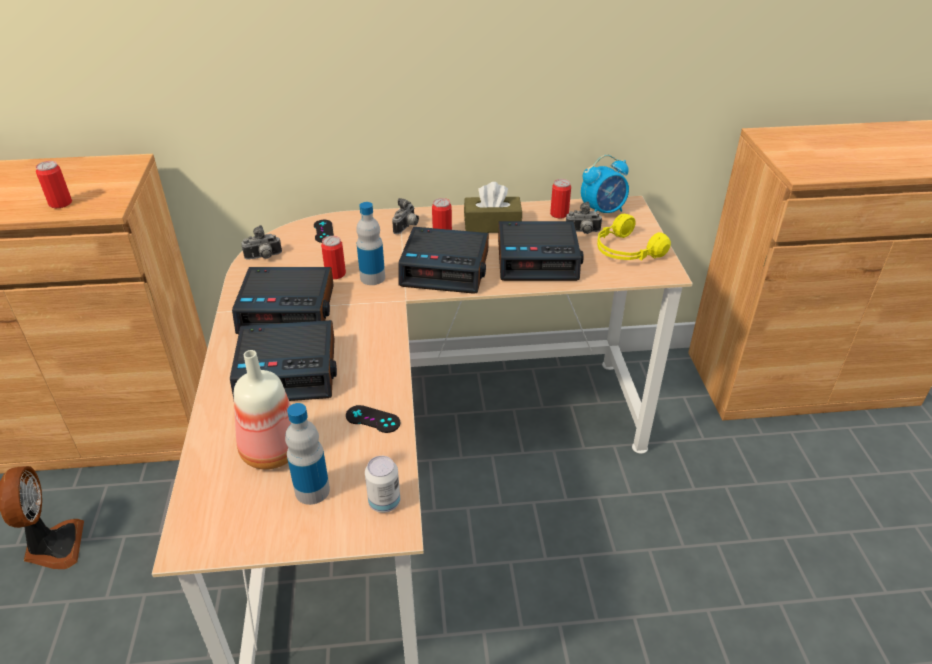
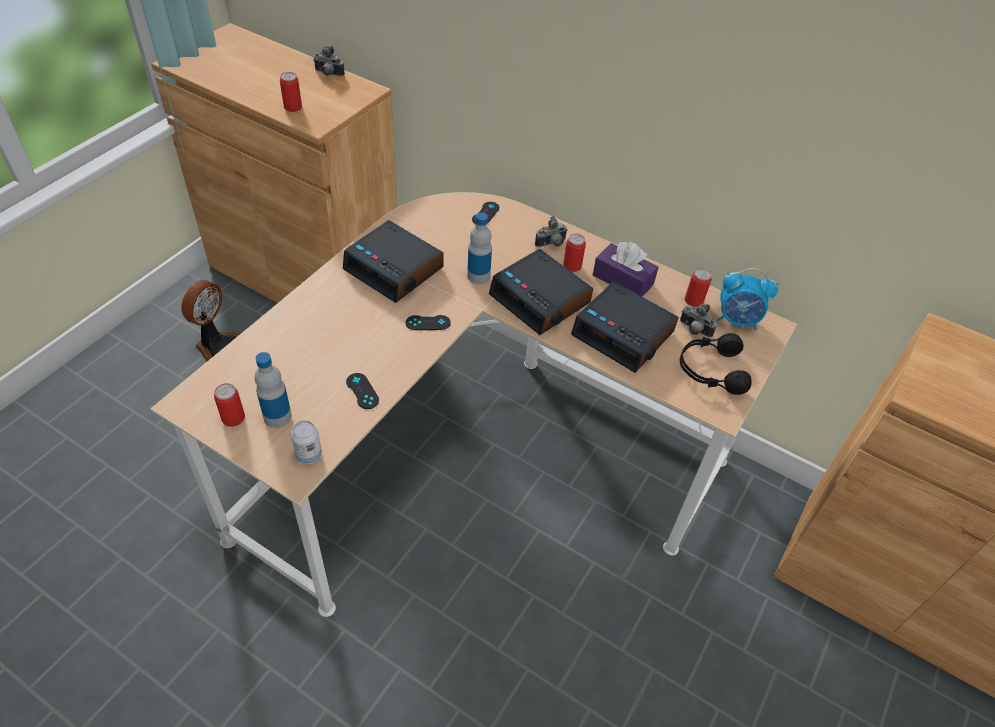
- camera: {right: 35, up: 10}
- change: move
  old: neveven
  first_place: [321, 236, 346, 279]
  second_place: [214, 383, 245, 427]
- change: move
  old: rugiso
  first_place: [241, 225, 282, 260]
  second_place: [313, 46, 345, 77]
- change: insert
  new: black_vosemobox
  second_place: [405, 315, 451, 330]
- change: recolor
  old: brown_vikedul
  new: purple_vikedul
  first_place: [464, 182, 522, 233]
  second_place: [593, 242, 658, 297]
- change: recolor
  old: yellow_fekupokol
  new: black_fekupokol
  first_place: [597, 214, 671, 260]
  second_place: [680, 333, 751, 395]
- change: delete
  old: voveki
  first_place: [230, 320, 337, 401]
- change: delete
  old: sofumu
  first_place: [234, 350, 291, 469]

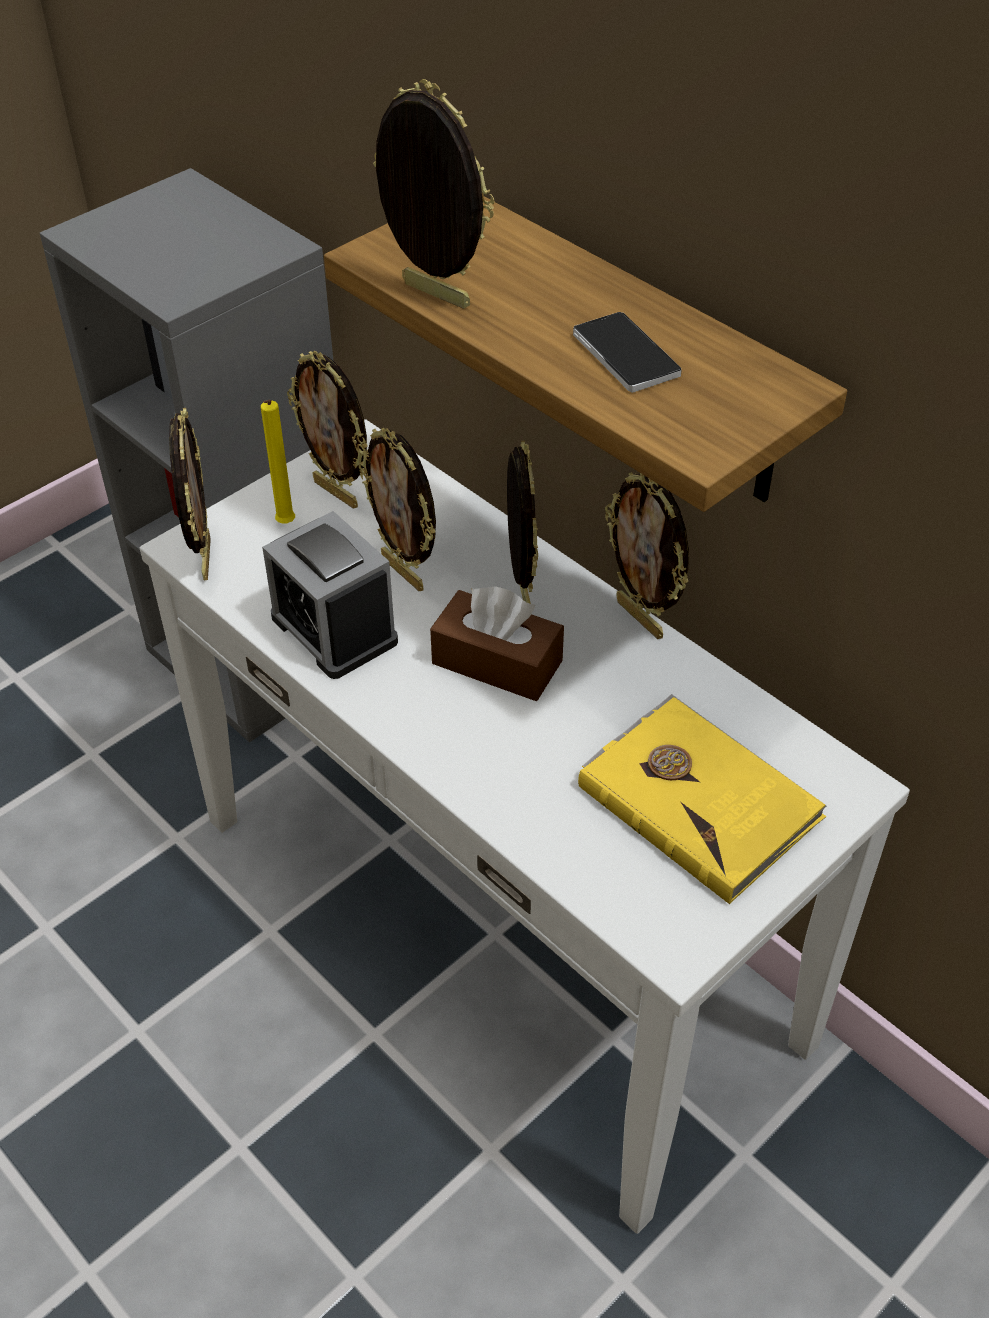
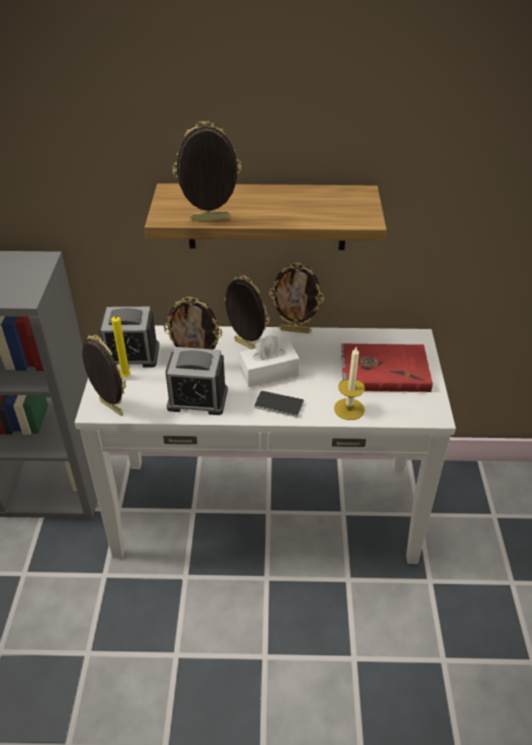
- camera: {right: -45, up: -5}
- change: replace
  old: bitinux
  new: voveki
  first_place: [287, 351, 367, 509]
  second_place: [99, 307, 159, 368]
- change: recolor
  old: brown_vikedul
  new: white_vikedul
  first_place: [430, 586, 564, 701]
  second_place: [239, 335, 300, 387]
- change: move
  old: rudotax
  first_place: [573, 312, 681, 393]
  second_place: [254, 391, 304, 417]
- change: insert
  new: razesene
  second_place: [334, 347, 365, 420]
- change: recolor
  old: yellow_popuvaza
  new: red_popuvaza
  first_place: [578, 694, 826, 904]
  second_place: [341, 343, 433, 392]

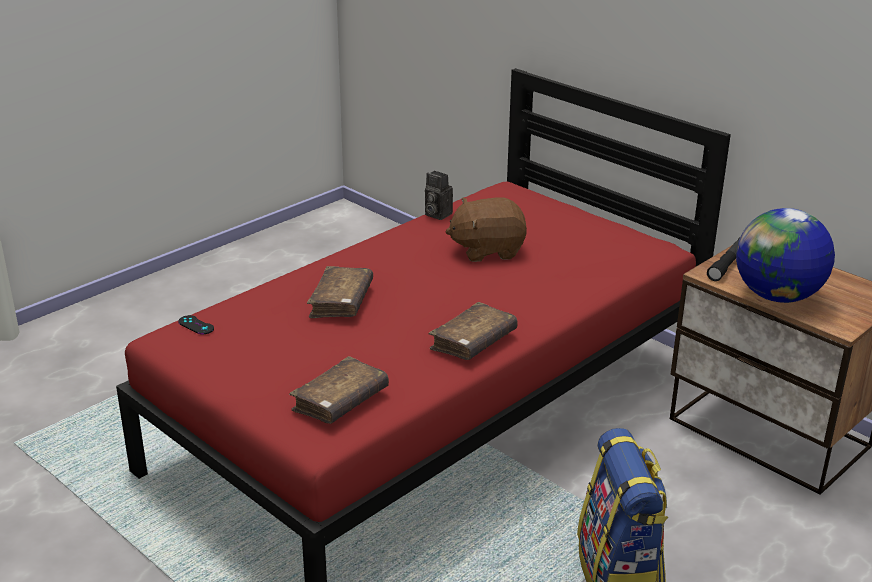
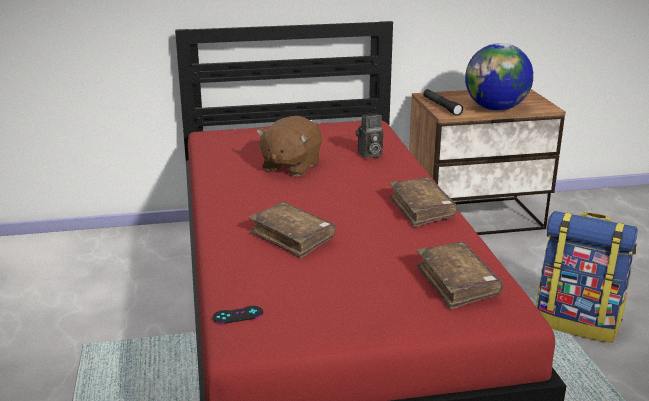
- camera: {right: -55, up: -5}
- change: move
  old: rugiso
  first_place: [425, 171, 453, 220]
  second_place: [356, 113, 383, 158]

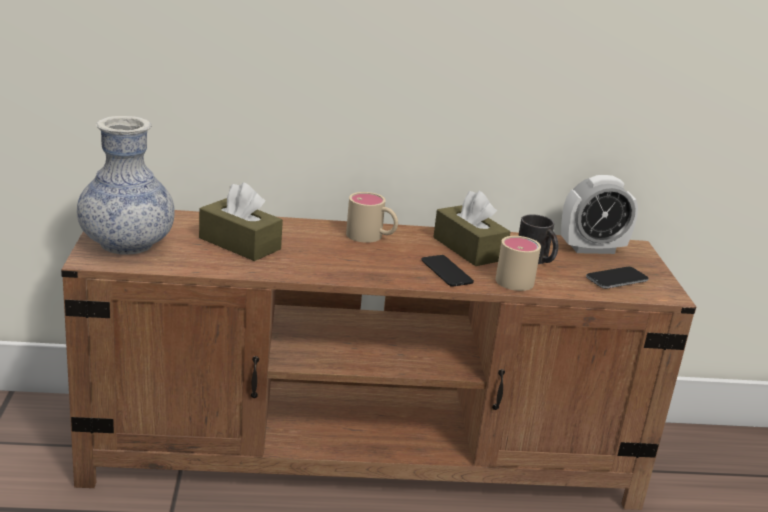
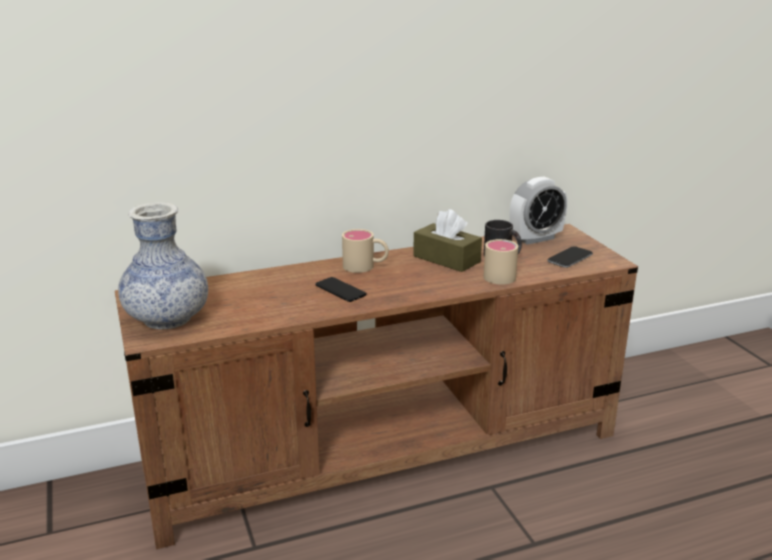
- camera: {right: -15, up: 0}
- change: move
  old: rudotax
  first_place: [421, 255, 474, 287]
  second_place: [316, 277, 367, 302]
- change: delete
  old: brown_vikedul
  first_place: [199, 182, 283, 261]

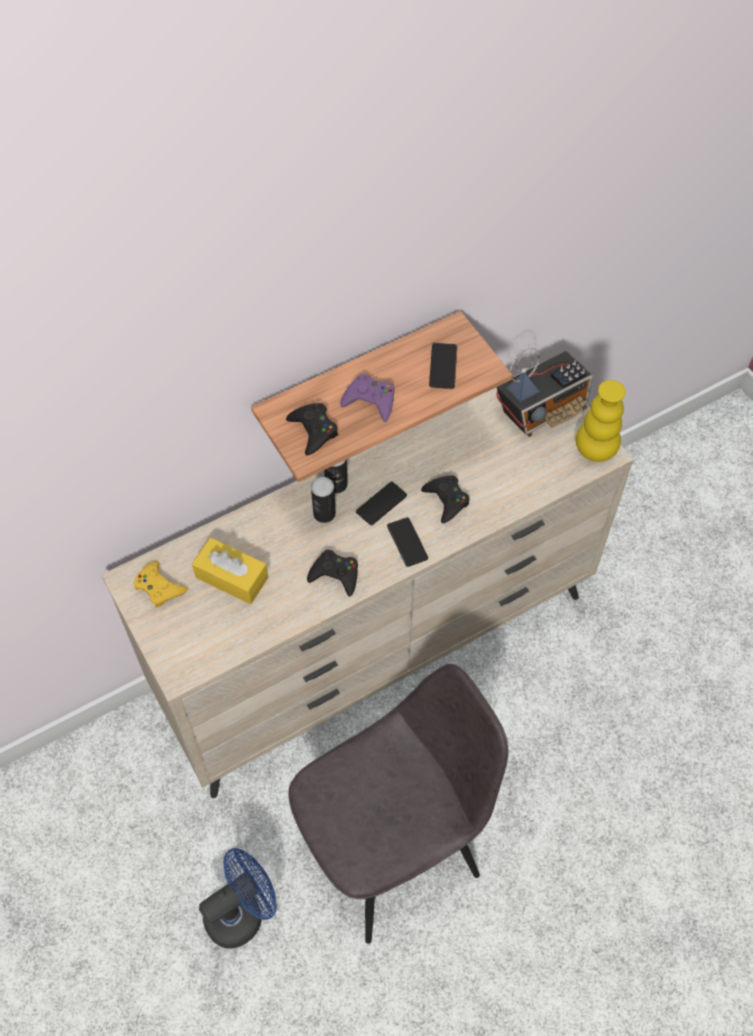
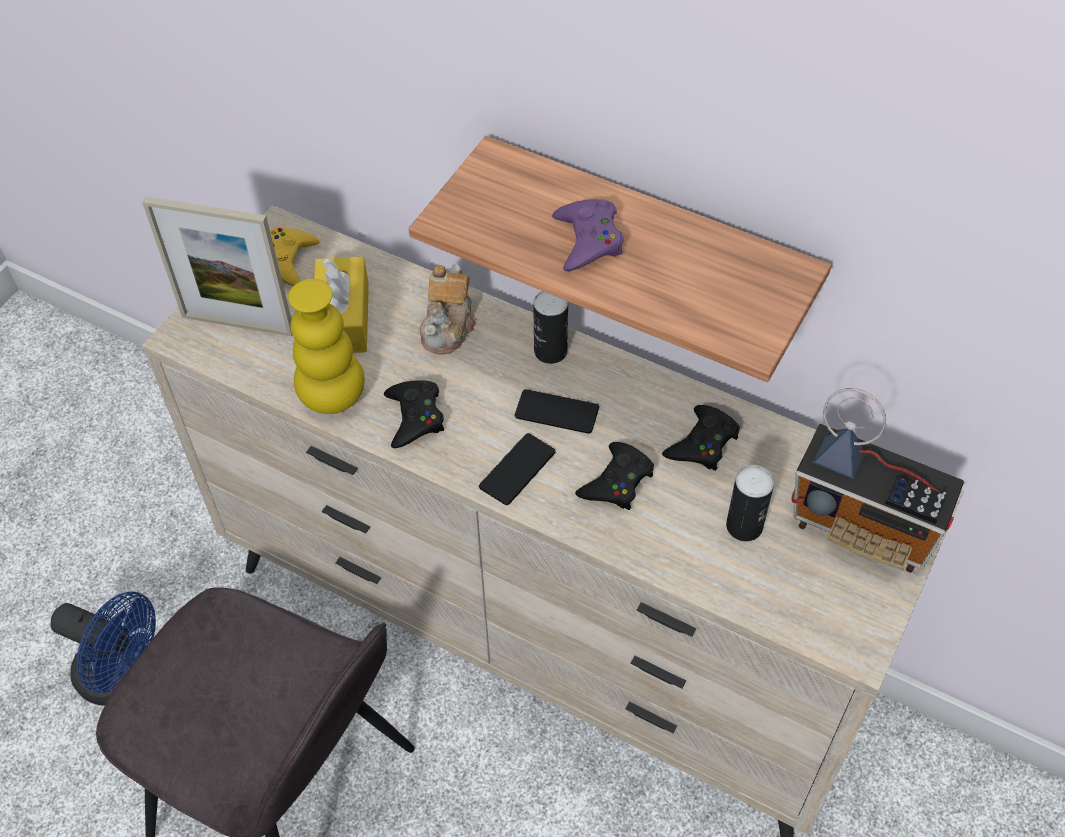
- camera: {right: 60, up: -5}
- change: insert
  new: bitinux
  second_place: [142, 196, 292, 336]
- change: move
  old: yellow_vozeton
  first_place: [576, 380, 626, 462]
  second_place: [288, 279, 365, 414]
- change: insert
  new: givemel
  second_place: [420, 264, 476, 355]
- change: move
  old: black_vosemobox
  first_place: [286, 403, 338, 455]
  second_place: [662, 405, 740, 471]
- change: move
  old: neveven
  first_place: [311, 477, 336, 523]
  second_place: [726, 465, 774, 541]
- change: delete
  old: rudotax
  first_place: [429, 343, 457, 389]

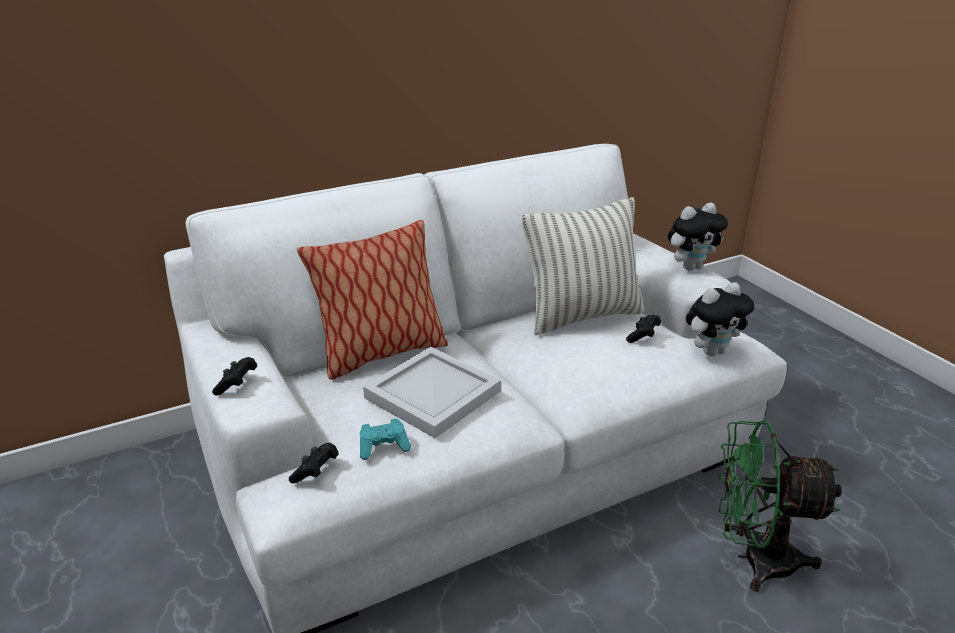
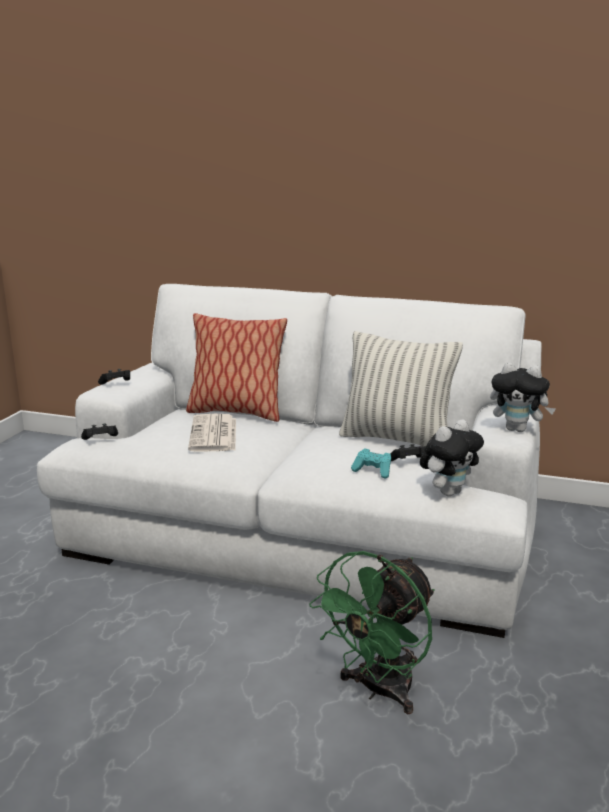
- camera: {right: 45, up: -10}
- change: replace
  old: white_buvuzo
  new: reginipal
  first_place: [363, 347, 501, 438]
  second_place: [188, 414, 236, 452]
- change: rotate
  old: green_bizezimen
  first_place: [718, 420, 842, 592]
  second_place: [309, 551, 435, 714]
  degrees: -105
- change: move
  old: turquoise_vosemobox
  first_place: [360, 418, 411, 460]
  second_place: [351, 448, 391, 478]
- change: rotate
  old: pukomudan
  first_place: [686, 282, 754, 356]
  second_place: [420, 420, 484, 496]
  degrees: -60

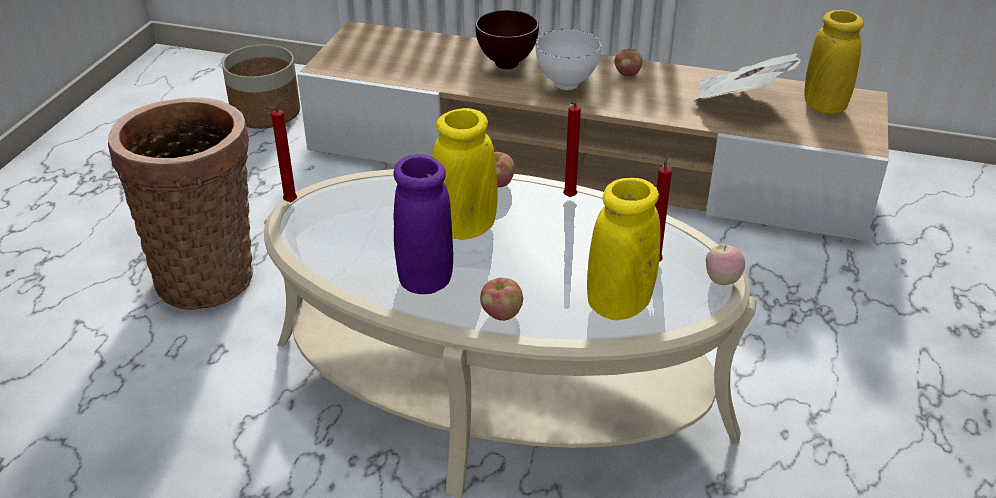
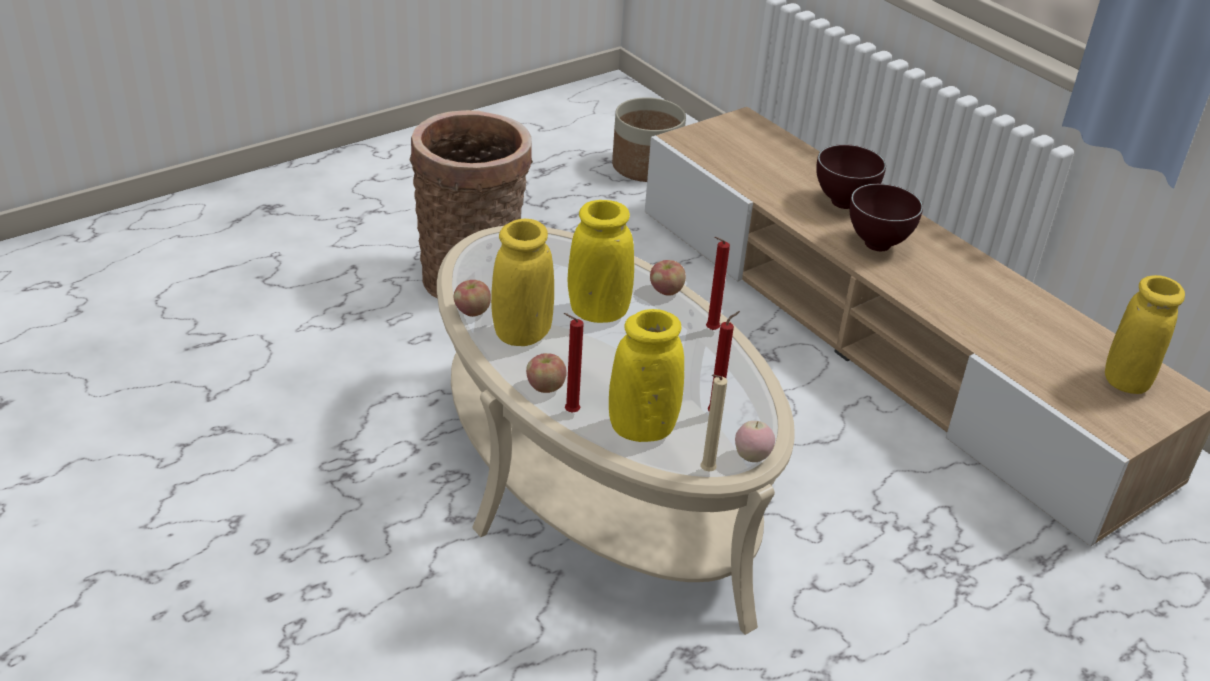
- camera: {right: 35, up: 0}
- change: move
  old: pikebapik
  first_place: [615, 49, 643, 76]
  second_place: [453, 280, 491, 317]
- change: recolor
  old: purple_vozeton
  new: yellow_vozeton
  first_place: [393, 154, 453, 294]
  second_place: [491, 219, 554, 346]
- change: move
  old: red_razesene
  first_place: [266, 106, 297, 202]
  second_place: [564, 313, 584, 413]
- change: insert
  new: beige_razesene
  second_place: [700, 374, 727, 471]
- change: recolor
  old: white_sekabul
  new: brown_sekabul
  first_place: [536, 29, 602, 90]
  second_place: [850, 184, 923, 251]
- change: delete
  old: reginipal
  first_place: [692, 54, 801, 100]

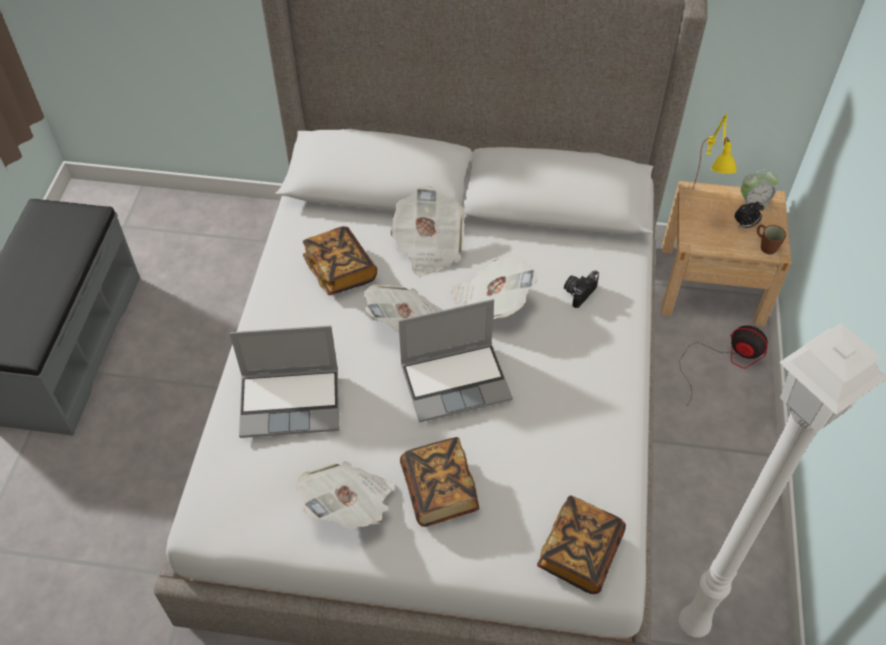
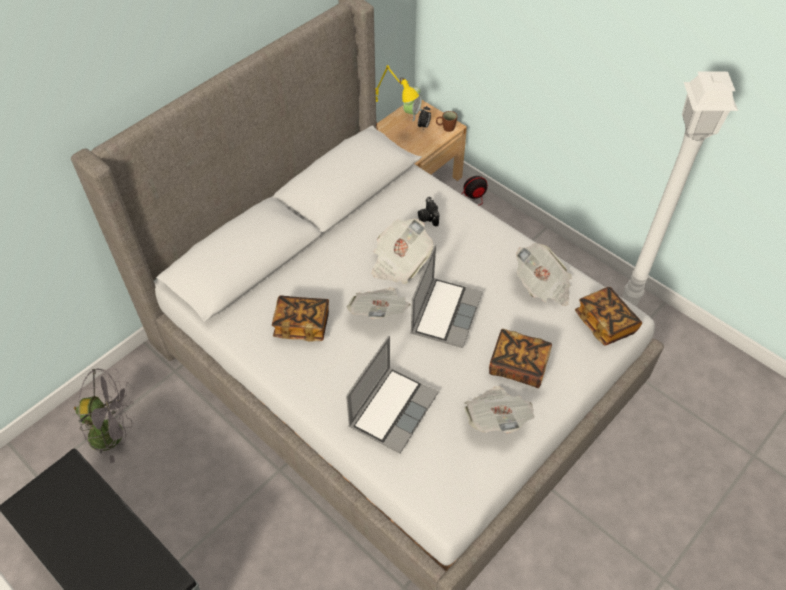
- camera: {right: -55, up: 0}
- change: insert
  new: grey_bizezimen
  second_place: [74, 368, 134, 463]
- change: move
  old: reginipal
  first_place: [390, 186, 465, 277]
  second_place: [516, 243, 572, 306]

